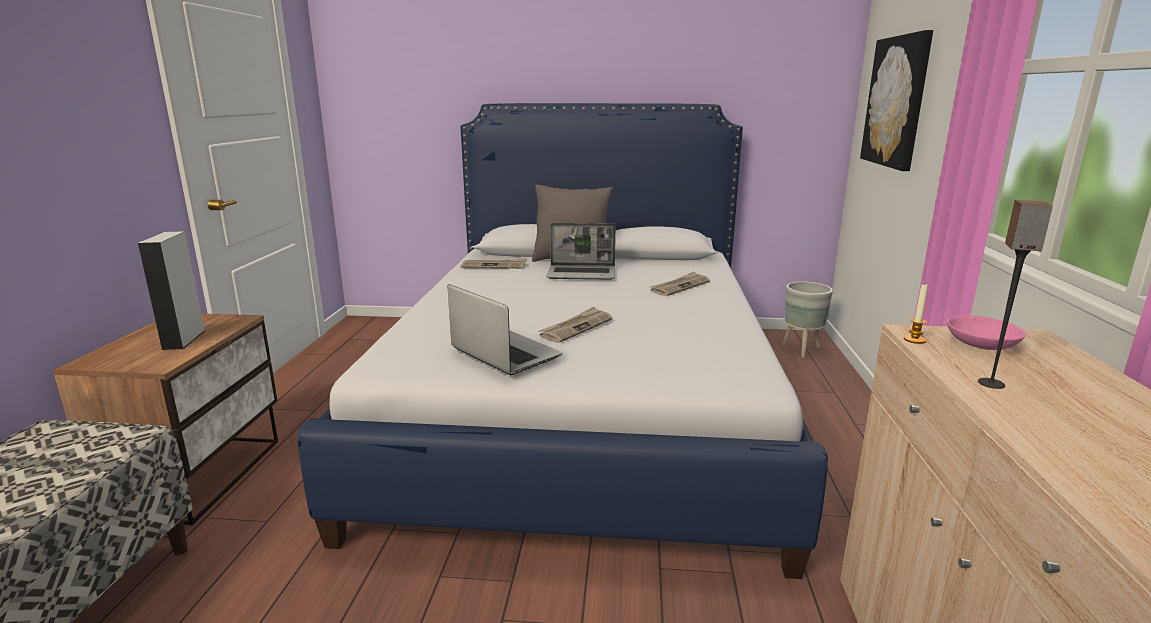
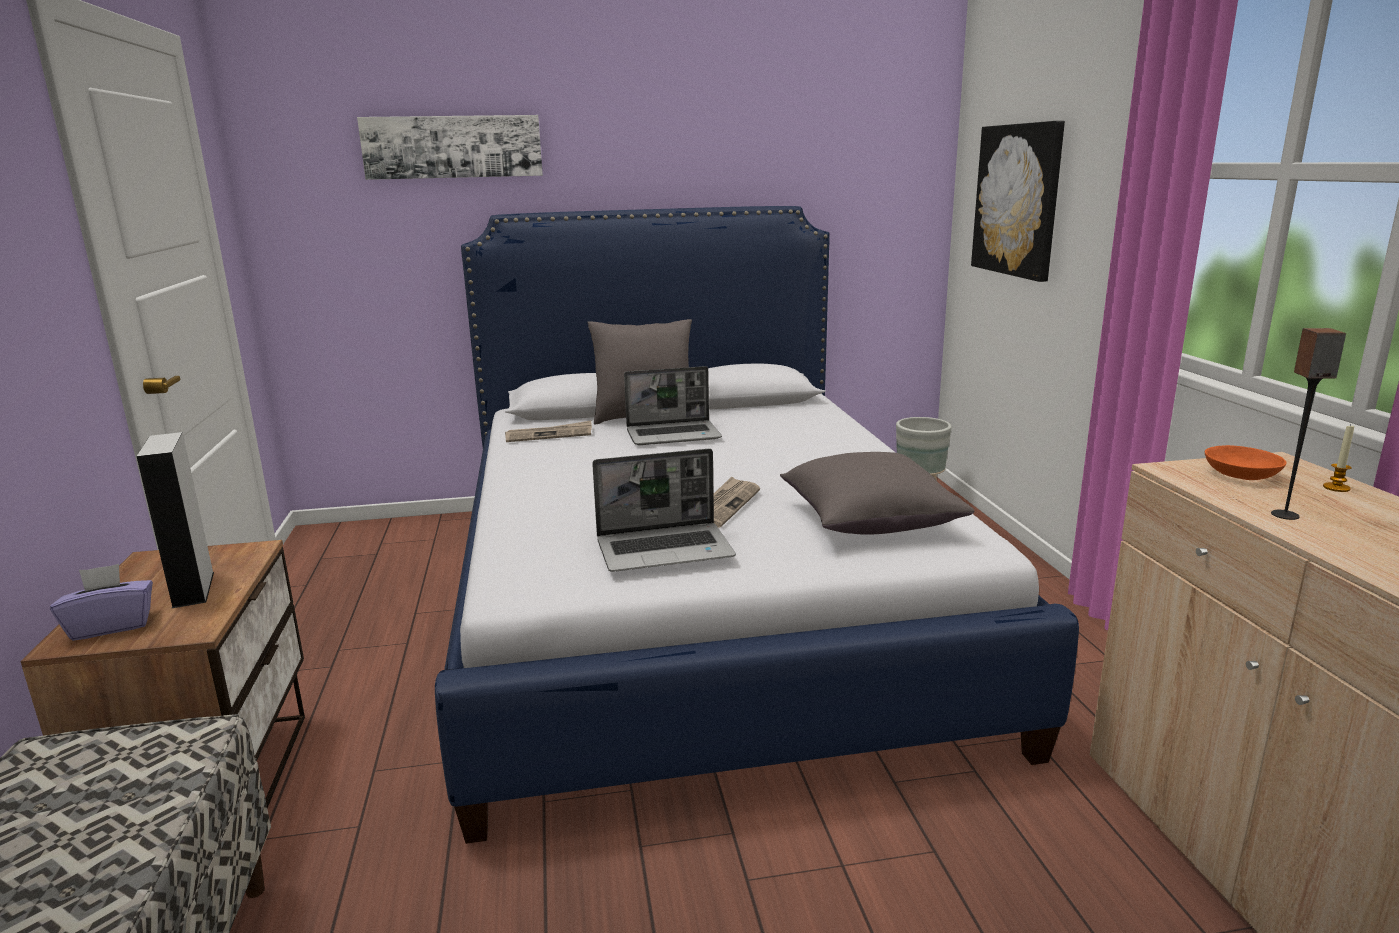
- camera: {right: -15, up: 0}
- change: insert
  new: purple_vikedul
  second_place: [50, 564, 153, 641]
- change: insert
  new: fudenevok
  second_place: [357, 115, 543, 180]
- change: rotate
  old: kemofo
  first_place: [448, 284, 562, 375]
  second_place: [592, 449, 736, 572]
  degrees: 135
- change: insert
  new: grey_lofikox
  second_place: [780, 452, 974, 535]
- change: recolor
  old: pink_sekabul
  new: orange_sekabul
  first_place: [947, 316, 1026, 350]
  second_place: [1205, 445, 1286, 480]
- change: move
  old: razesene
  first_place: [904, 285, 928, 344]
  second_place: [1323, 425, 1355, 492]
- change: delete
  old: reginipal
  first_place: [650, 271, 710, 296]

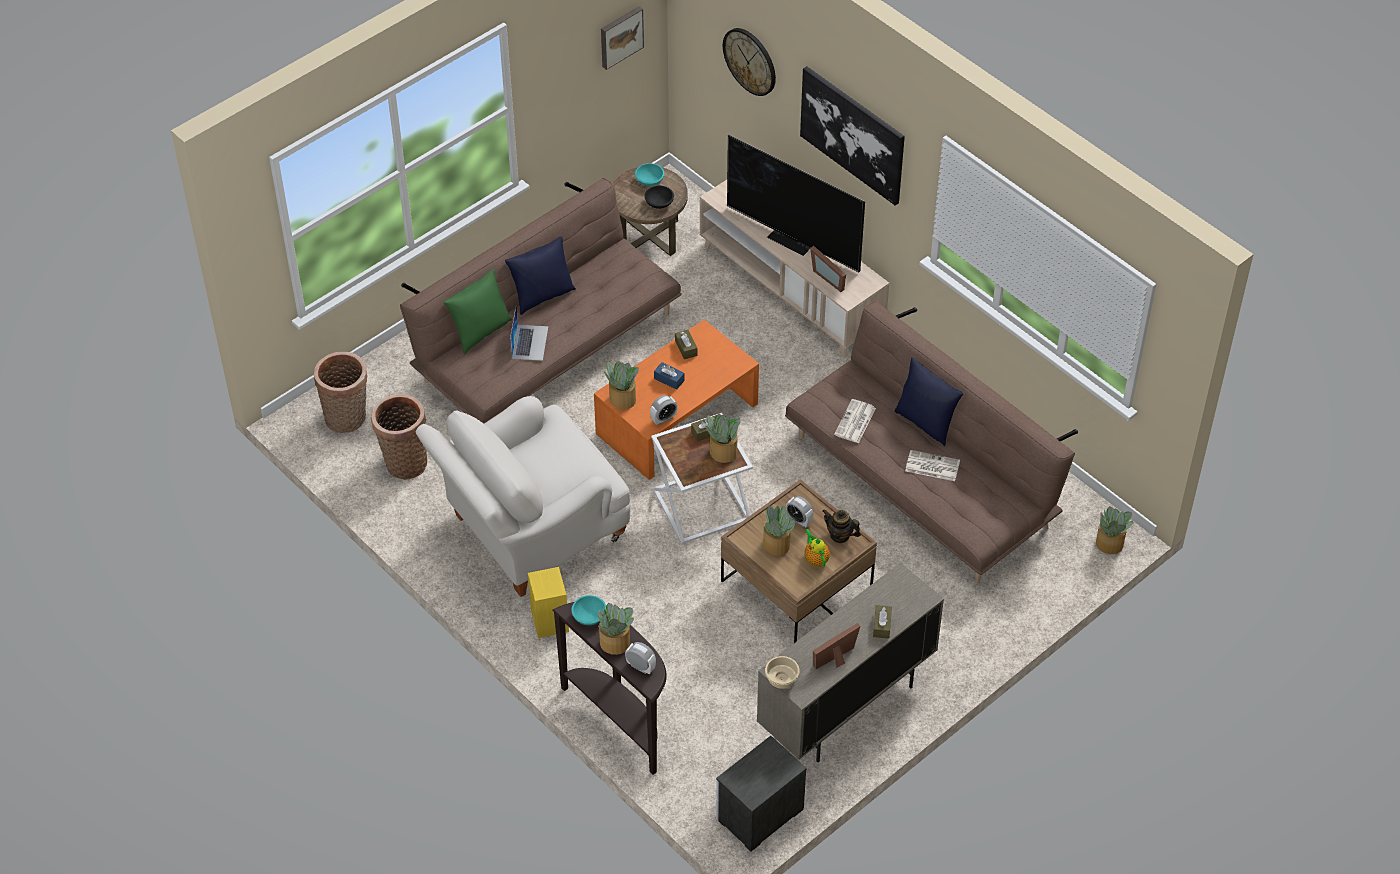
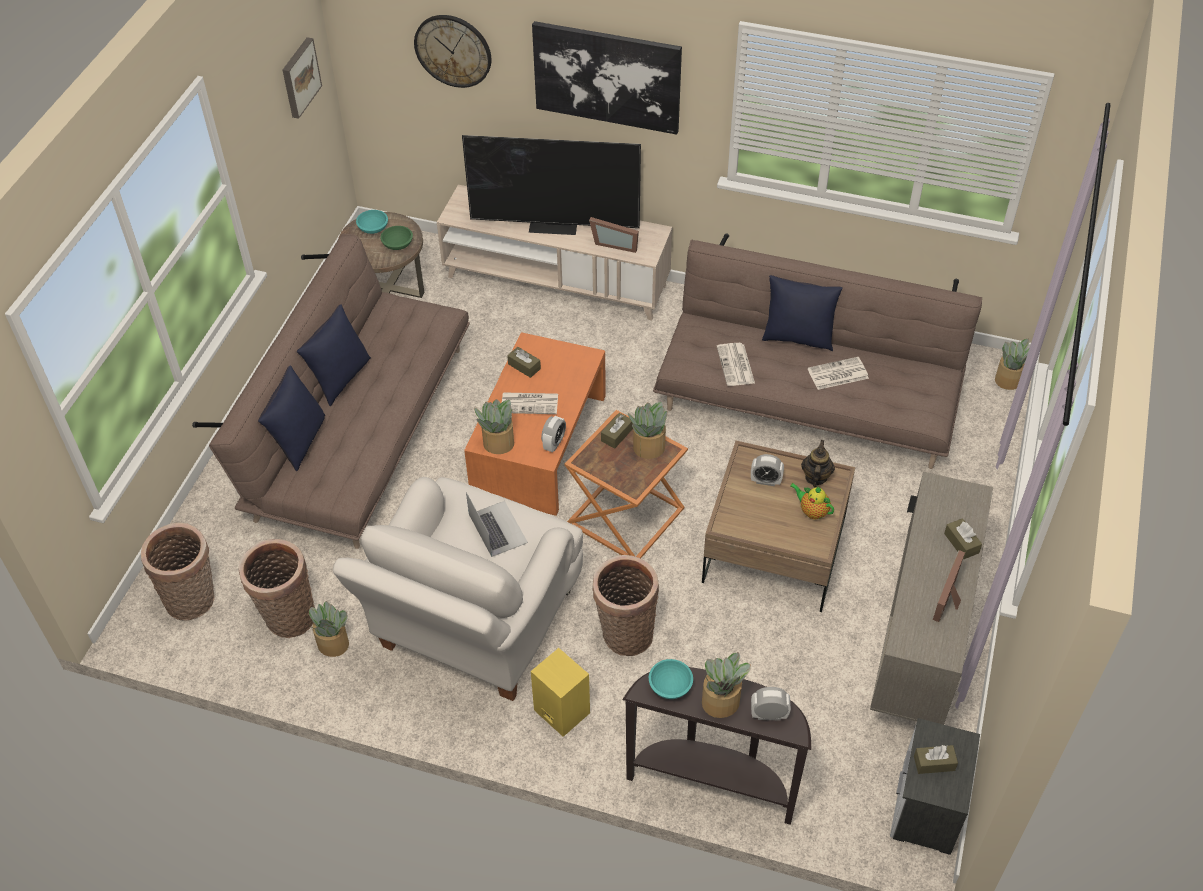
- camera: {right: -30, up: 0}
- change: recolor
  old: green_lofikox
  new: blue_lofikox
  first_place: [444, 269, 512, 354]
  second_place: [258, 365, 325, 471]
- change: move
  old: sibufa
  first_place: [761, 506, 795, 556]
  second_place: [308, 601, 349, 657]
- change: recolor
  old: black_sekabul
  new: green_sekabul
  first_place: [644, 186, 674, 209]
  second_place: [381, 226, 413, 250]
- change: move
  old: kemofo
  first_place: [510, 306, 548, 361]
  second_place: [466, 492, 528, 557]
- change: replace
  old: blue_vikedul
  new: reginipal
  first_place: [654, 362, 685, 390]
  second_place: [502, 392, 558, 414]
- change: recolor
  old: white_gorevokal
  new: orange_gorevokal
  first_place: [651, 413, 753, 544]
  second_place: [564, 410, 688, 558]
- change: insert
  new: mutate
  second_place: [592, 555, 659, 656]
- change: rotate
  old: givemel
  first_place: [822, 509, 861, 543]
  second_place: [801, 440, 835, 487]
  degrees: 105
- change: insert
  new: brown_vikedul
  second_place: [914, 745, 958, 774]
- change: delete
  old: beige_sekabul
  first_place: [765, 656, 800, 689]

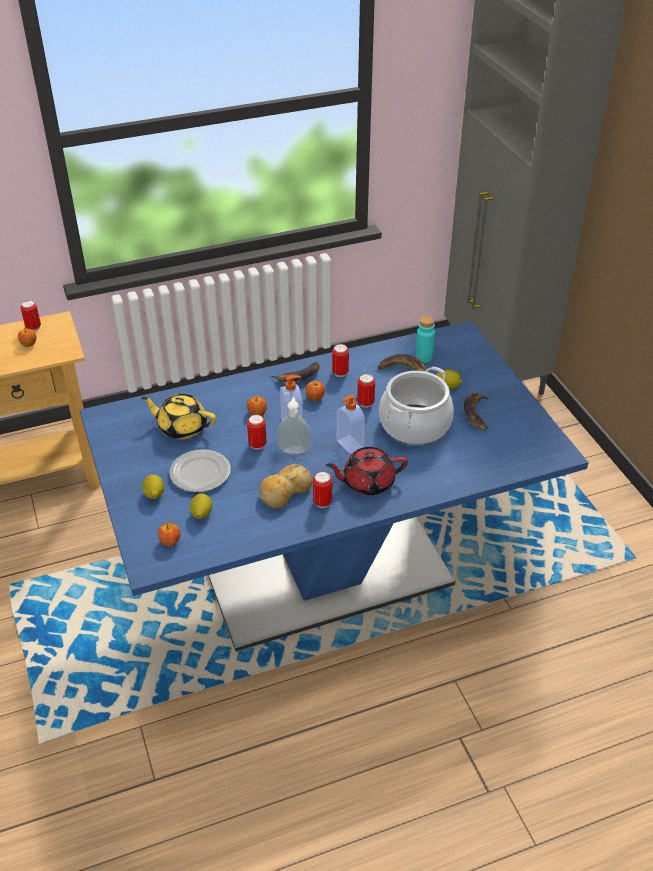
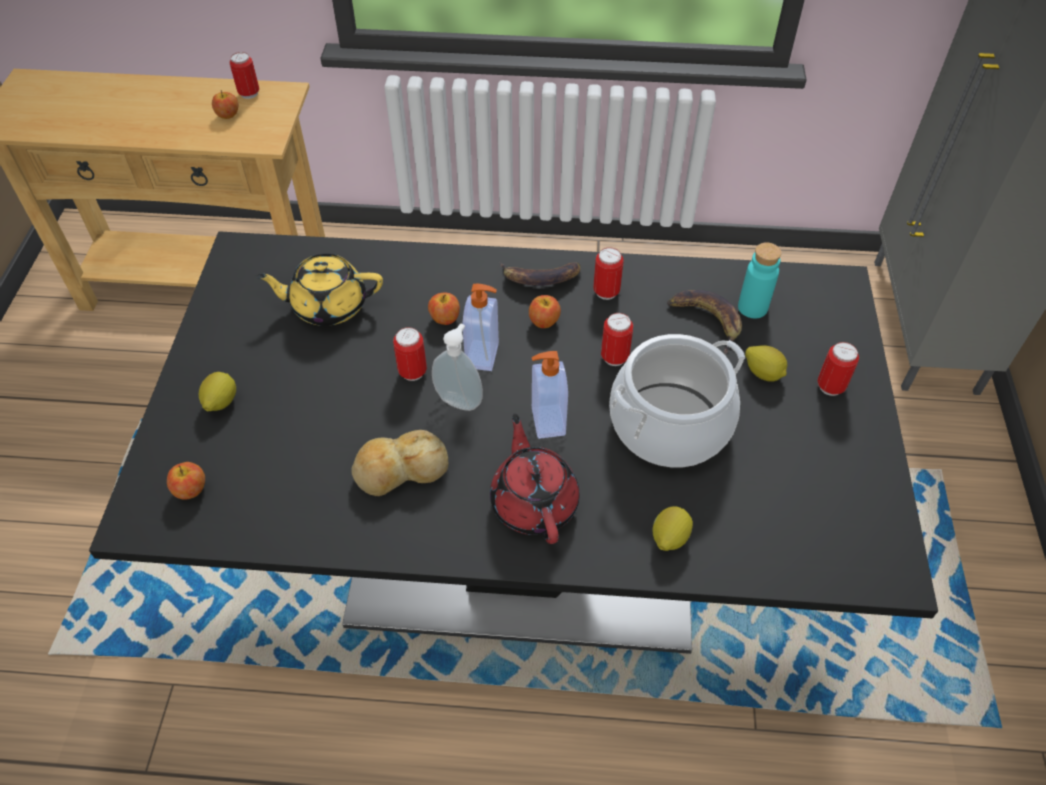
- camera: {right: 25, up: 10}
- change: recolor
  old: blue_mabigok
  new: black_mabigok
  first_place: [80, 321, 589, 651]
  second_place: [89, 231, 938, 654]
- change: rotate
  old: yellow_givemel
  first_place: [141, 394, 216, 439]
  second_place: [256, 254, 383, 326]
  degrees: -45
- change: rotate
  old: red_givemel
  first_place: [326, 447, 408, 495]
  second_place: [490, 414, 580, 544]
  degrees: 60
- change: move
  old: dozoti
  first_place: [190, 493, 212, 519]
  second_place: [653, 506, 693, 551]
- change: move
  old: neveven
  first_place: [313, 471, 332, 508]
  second_place: [817, 342, 859, 396]
- change: delete
  old: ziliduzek
  first_place: [169, 449, 231, 492]
- change: delete
  old: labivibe
  first_place: [464, 392, 491, 430]

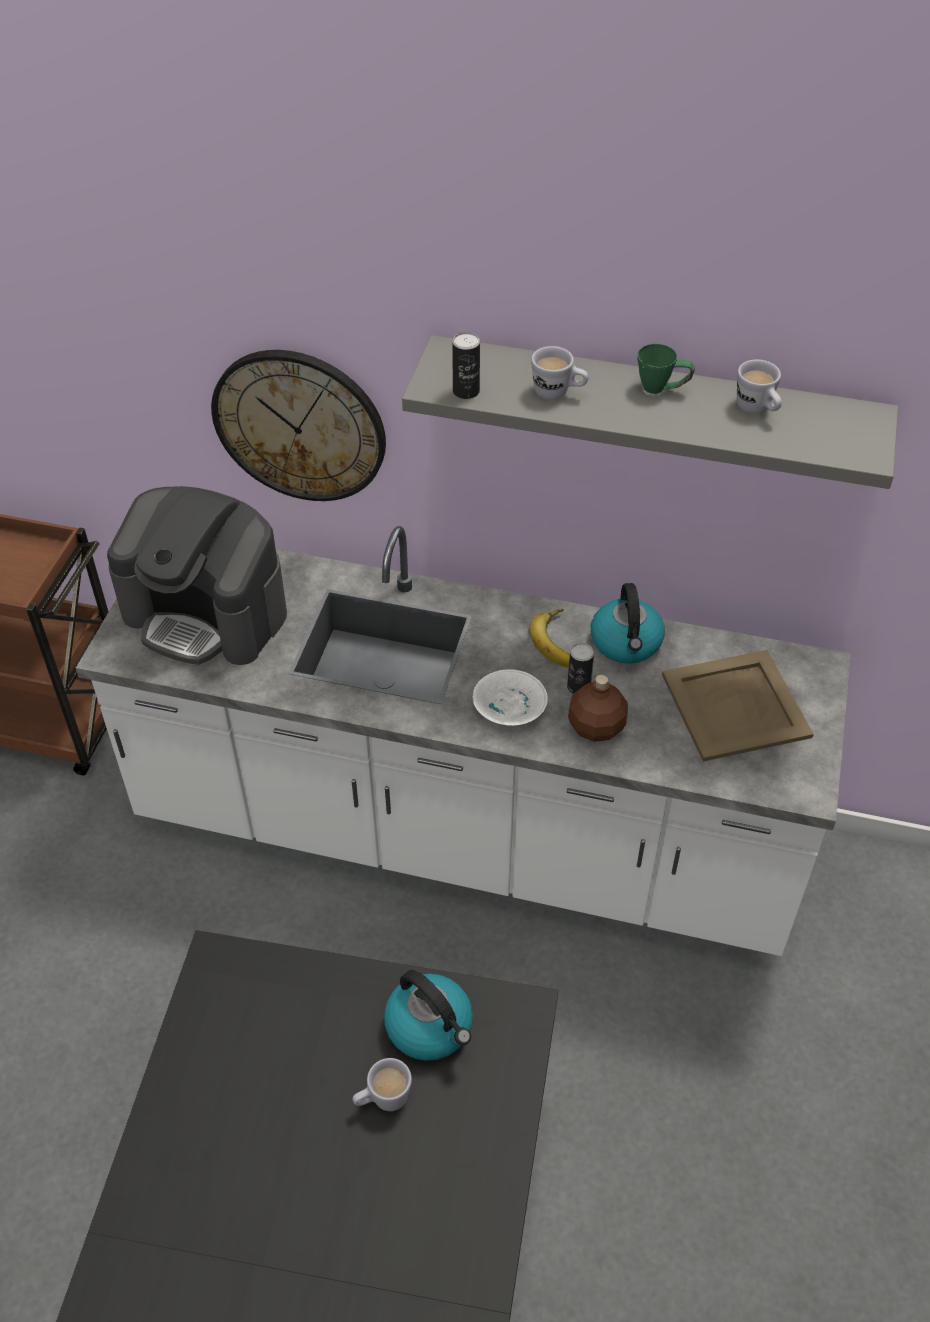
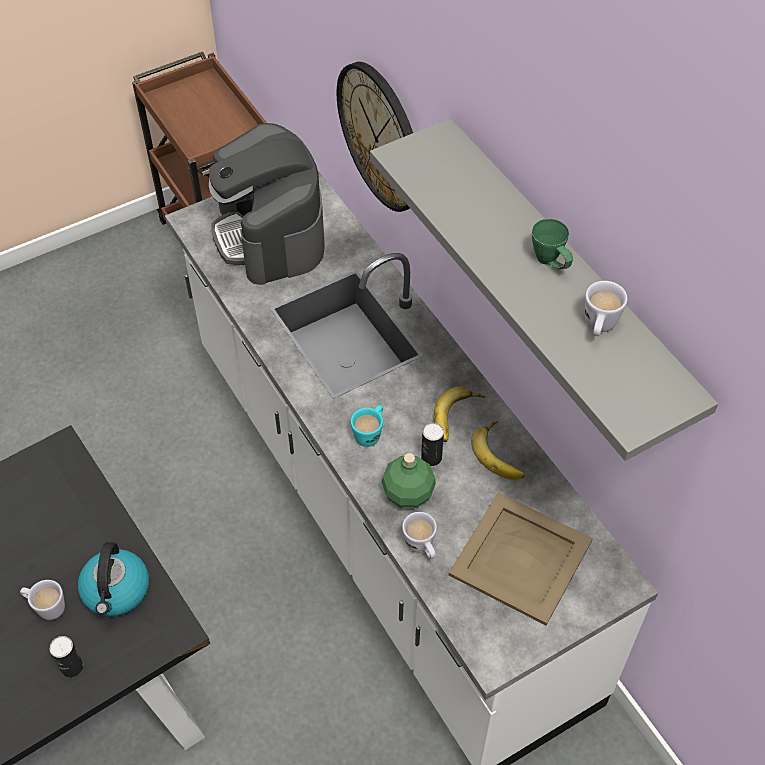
- camera: {right: 45, up: 5}
- change: move
  old: neveven
  first_place: [452, 332, 480, 399]
  second_place: [49, 636, 83, 678]
- change: replace
  old: white_sekabul
  new: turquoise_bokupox
  first_place: [473, 669, 548, 726]
  second_place: [351, 405, 383, 447]
- change: recolor
  old: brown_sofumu
  new: green_sofumu
  first_place: [568, 675, 628, 742]
  second_place: [382, 453, 436, 508]
- change: move
  old: white_bokupox
  first_place: [531, 346, 589, 400]
  second_place: [402, 512, 437, 559]
- change: replace
  old: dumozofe
  new: labivibe
  first_place: [591, 583, 665, 664]
  second_place: [471, 421, 525, 480]

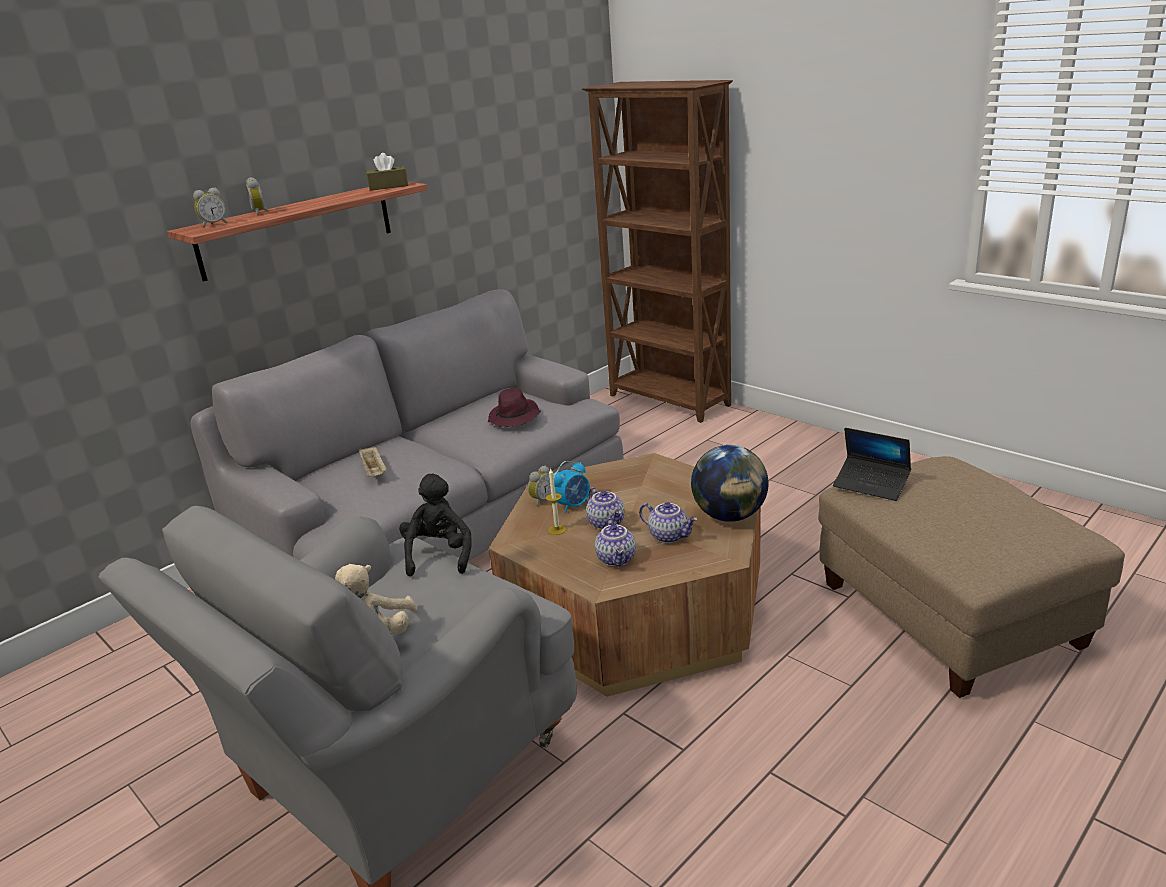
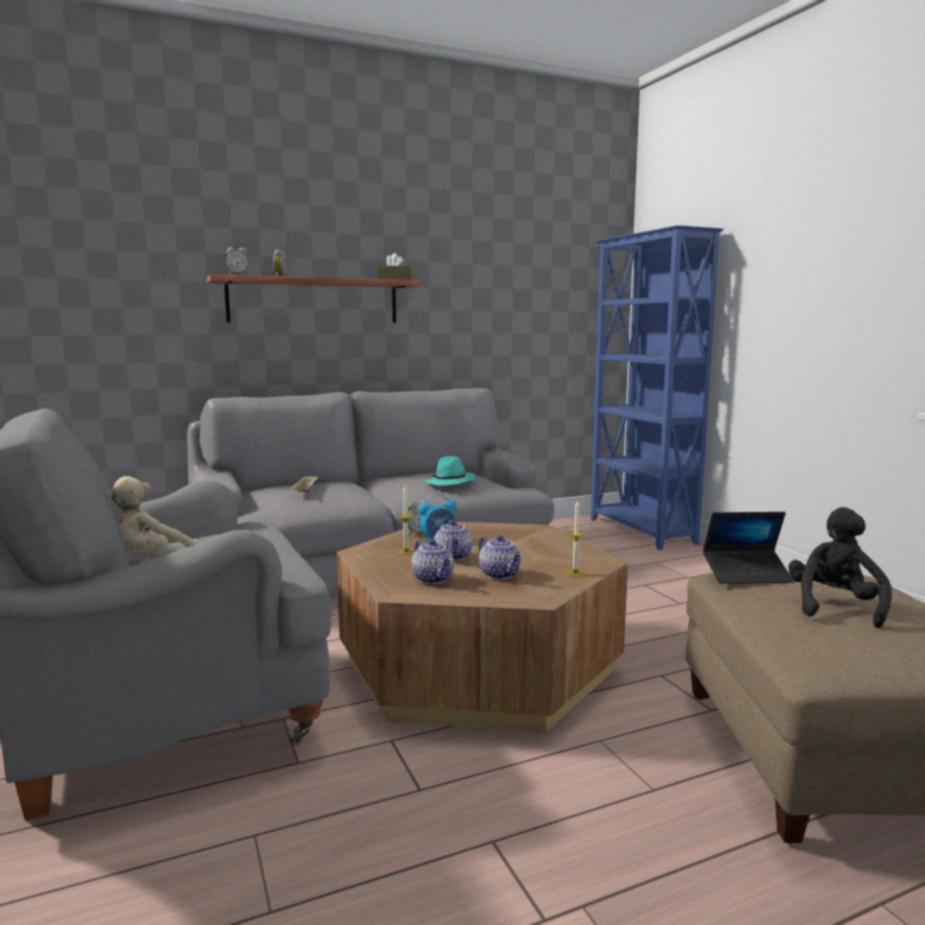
- camera: {right: 20, up: -15}
- change: rotate
  old: givemel
  first_place: [595, 518, 636, 566]
  second_place: [411, 539, 454, 584]
  degrees: -45
- change: recolor
  old: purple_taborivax
  new: turquoise_taborivax
  first_place: [488, 388, 541, 427]
  second_place: [425, 456, 475, 486]
- change: replace
  old: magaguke
  new: razesene
  first_place: [691, 445, 769, 522]
  second_place: [565, 500, 585, 577]
- change: recolor
  old: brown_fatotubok
  new: blue_fatotubok
  first_place: [582, 80, 733, 423]
  second_place: [591, 225, 723, 550]
- change: rotate
  old: kemofo
  first_place: [833, 428, 911, 501]
  second_place: [703, 512, 794, 584]
  degrees: -60
- change: move
  old: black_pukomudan
  first_place: [399, 474, 472, 576]
  second_place: [788, 507, 892, 628]

